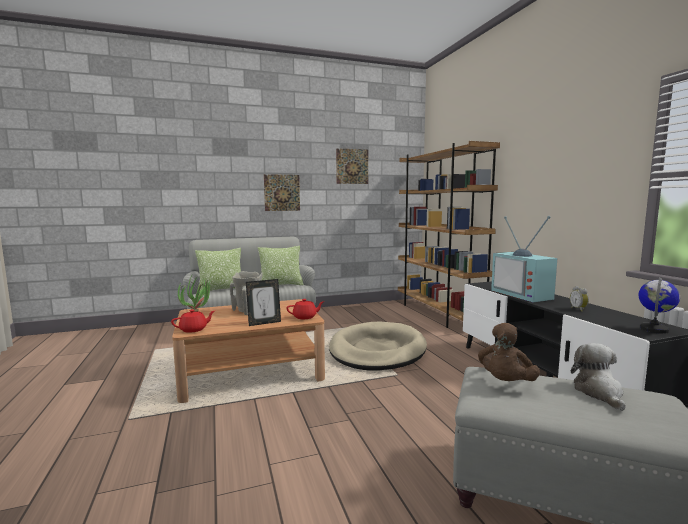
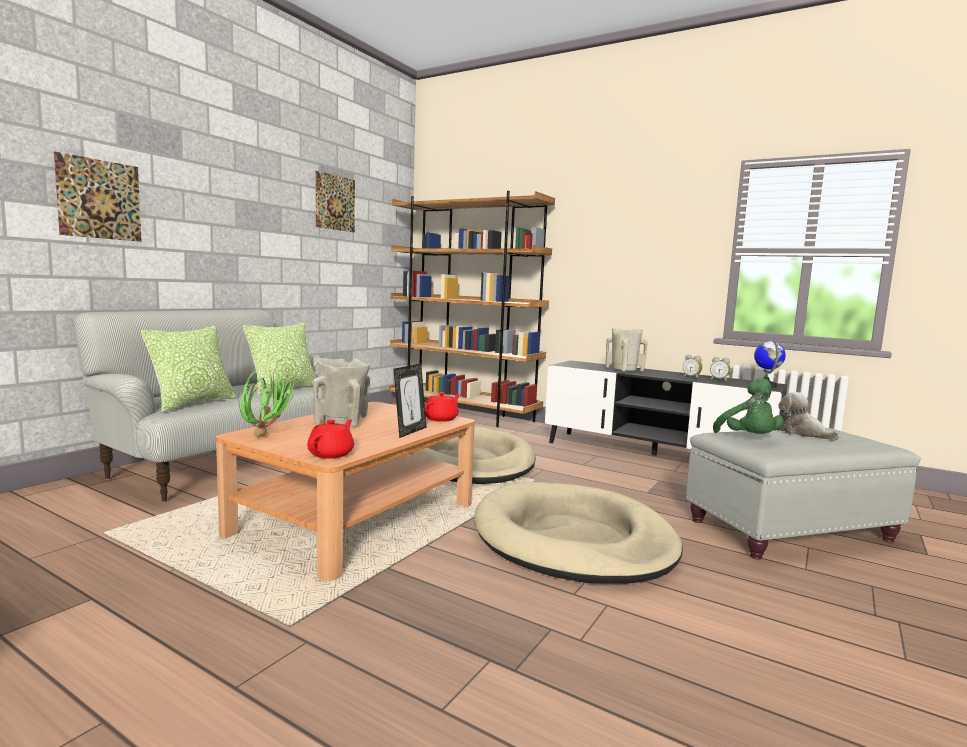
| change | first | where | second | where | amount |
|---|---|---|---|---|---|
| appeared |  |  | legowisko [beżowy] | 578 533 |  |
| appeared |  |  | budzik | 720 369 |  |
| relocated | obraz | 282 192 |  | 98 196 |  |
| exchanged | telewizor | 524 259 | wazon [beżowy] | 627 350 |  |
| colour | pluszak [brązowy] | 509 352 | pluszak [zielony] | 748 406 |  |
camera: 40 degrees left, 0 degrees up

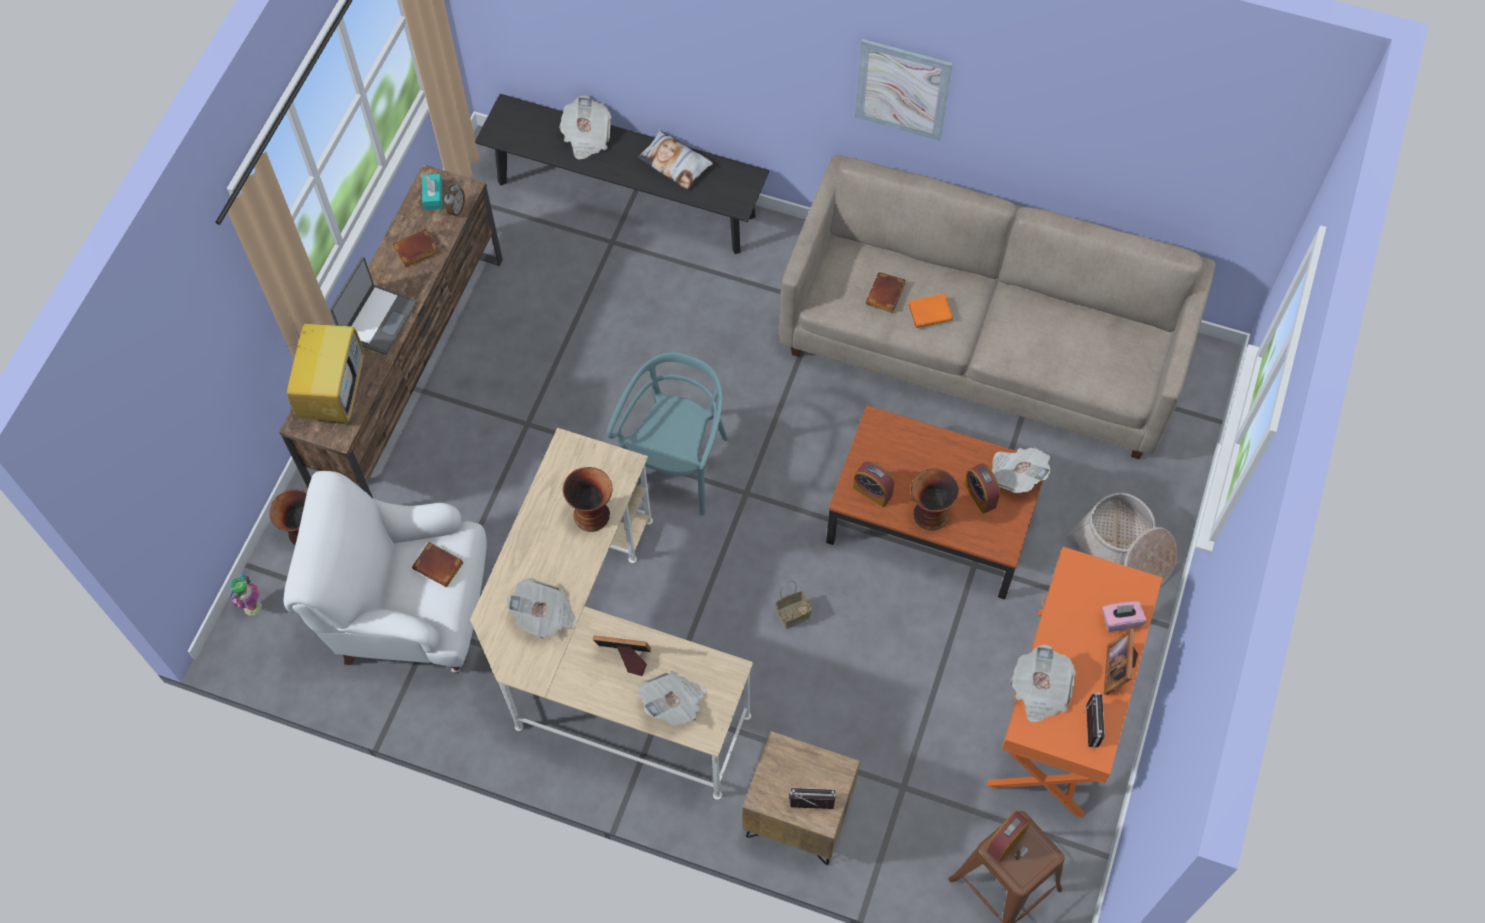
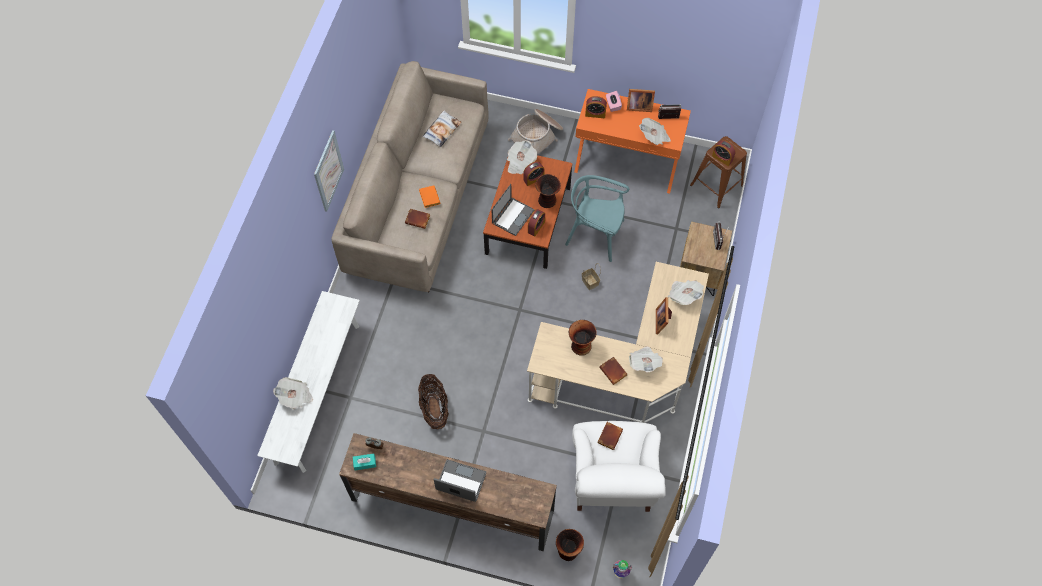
| change | first | where | second | where | amount |
|---|---|---|---|---|---|
| missing | telewizor | 324 366 |  |  |  |
| appeared |  |  | koszyk | 433 401 |  |
| appeared |  |  | laptop | 512 210 |  |
| appeared |  |  | budzik | 596 107 |  |
| relocated | książka [brązowy] | 416 248 |  | 613 370 |  |
| relocated | krzesło [turkusowy] | 667 433 |  | 597 218 |  |
| relocated | poduszka | 675 159 |  | 441 128 |  |
| colour | ławka [czarny] | 622 174 | ławka [biały] | 308 382 |  |
camera: 95 degrees left, 0 degrees up

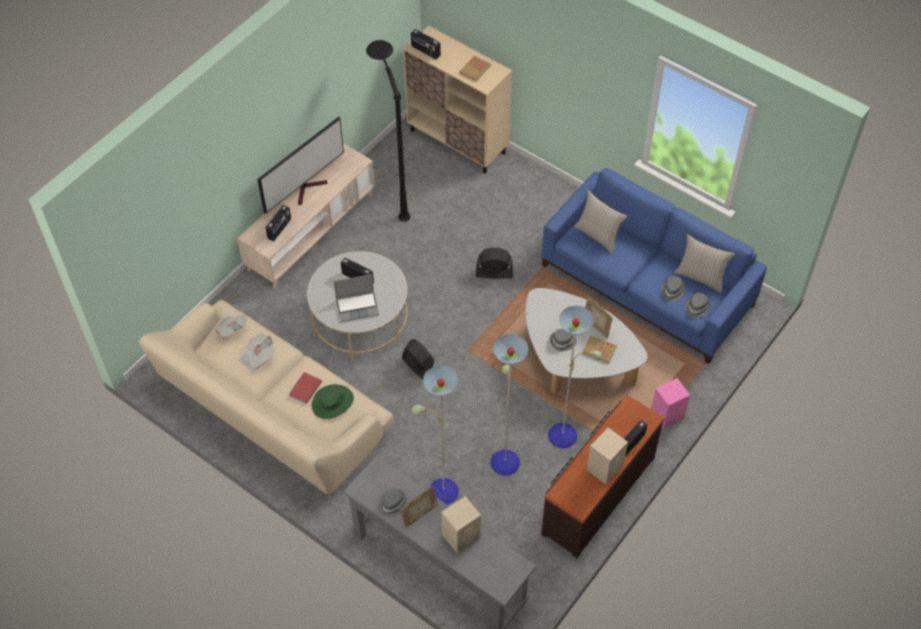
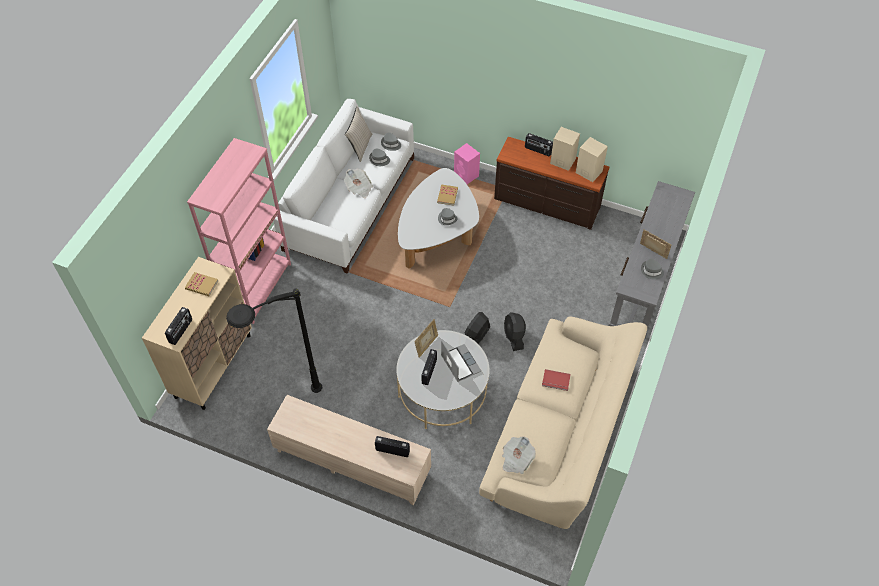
| change | first | where | second | where | amount |
|---|---|---|---|---|---|
| missing | telewizor | 300 164 |  |  |  |
| missing | kapelusz [zielony] | 333 401 |  |  |  |
| missing | lampa stojąca | 507 405 |  |  |  |
| missing | poduszka [beżowy] | 600 222 |  |  |  |
| appeared |  |  | regał [różowy] | 239 231 |  |
| relocated | gazeta | 256 352 |  | 358 183 |  |
| relocated | głośnik [beżowy] | 461 525 |  | 592 159 |  |
| relocated | wentylator [czarny] | 494 263 |  | 515 331 |  |
| relocated | ramka na zdjęcie | 599 317 |  | 426 338 |  |
| colour | kanapa [niebieski] | 654 266 | kanapa [biały] | 343 186 |  |
camera: 105 degrees left, 0 degrees up

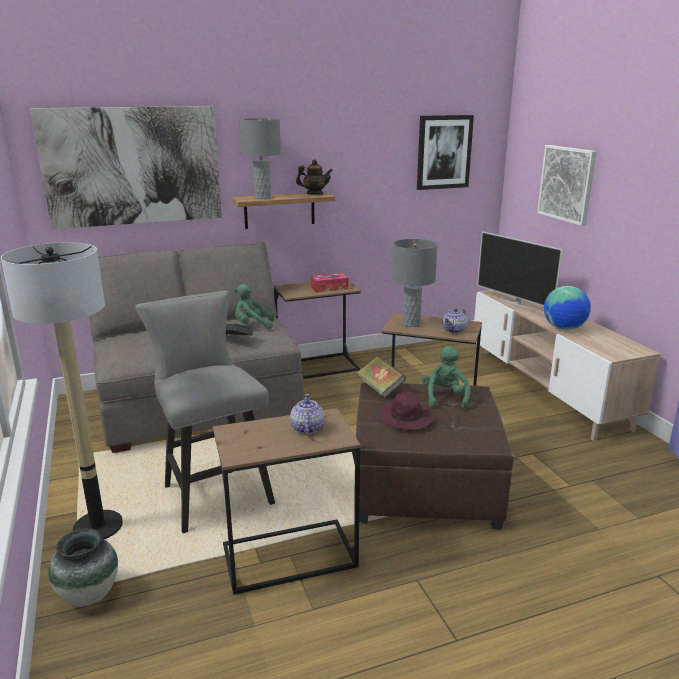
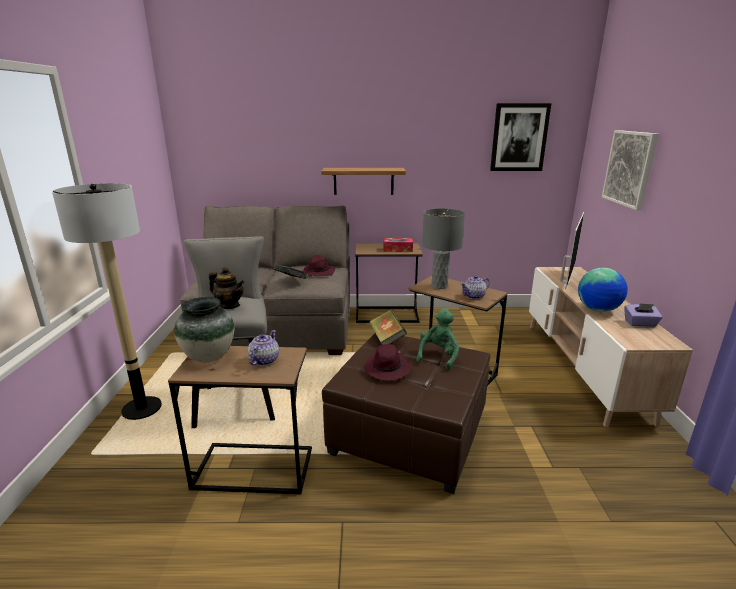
| change | first | where | second | where | amount |
|---|---|---|---|---|---|
| missing | obraz | 126 167 |  |  |  |
| missing | lampa stołowa [szary] | 260 158 |  |  |  |
| appeared |  |  | pudełko chusteczek [fioletowy] | 643 315 |  |
| relocated | wazon | 83 567 |  | 204 329 |  |
| relocated | imbryk | 314 177 |  | 226 288 |  |
| exchanged | pluszak [zielony] | 254 306 | kapelusz [fioletowy] | 318 265 |  |
| spun | telewizor | 520 270 |  | 572 250 | 135 degrees counterclockwise |
camera: 20 degrees right, 0 degrees up

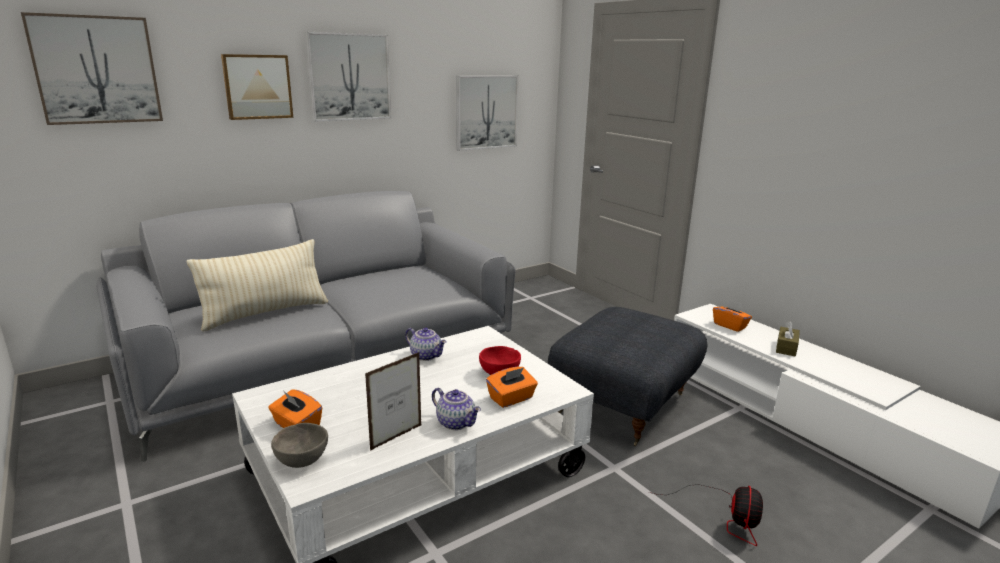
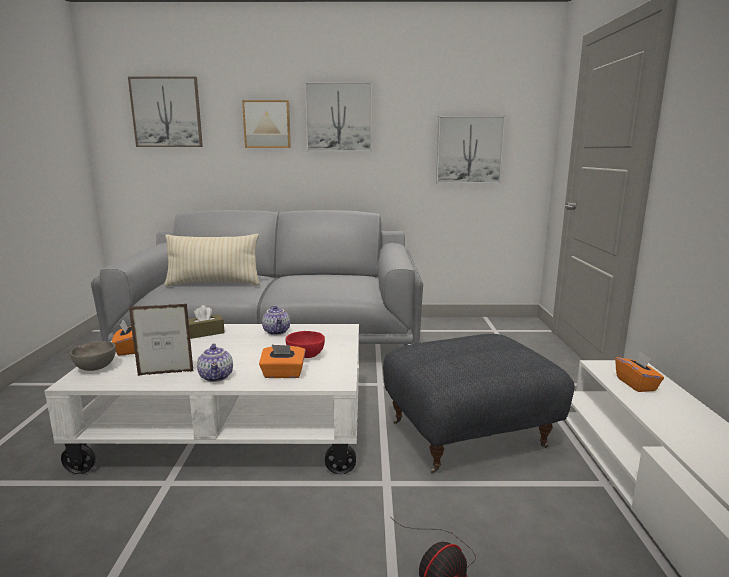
| change | first | where | second | where | amount |
|---|---|---|---|---|---|
| relocated | pudełko chusteczek [brązowy] | 788 338 |  | 206 322 |  |
camera: 35 degrees right, 5 degrees down

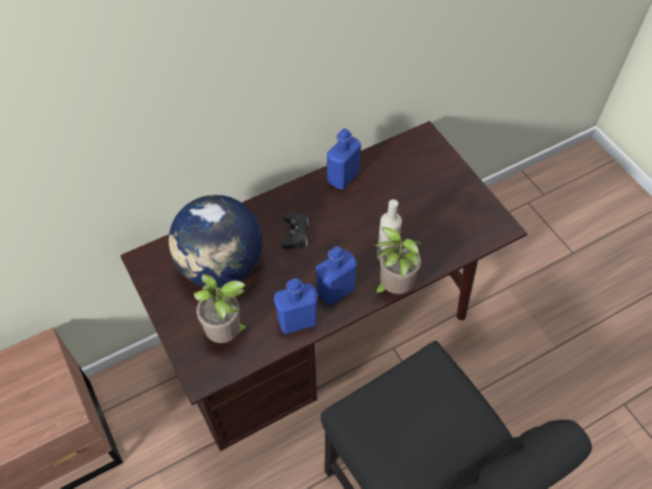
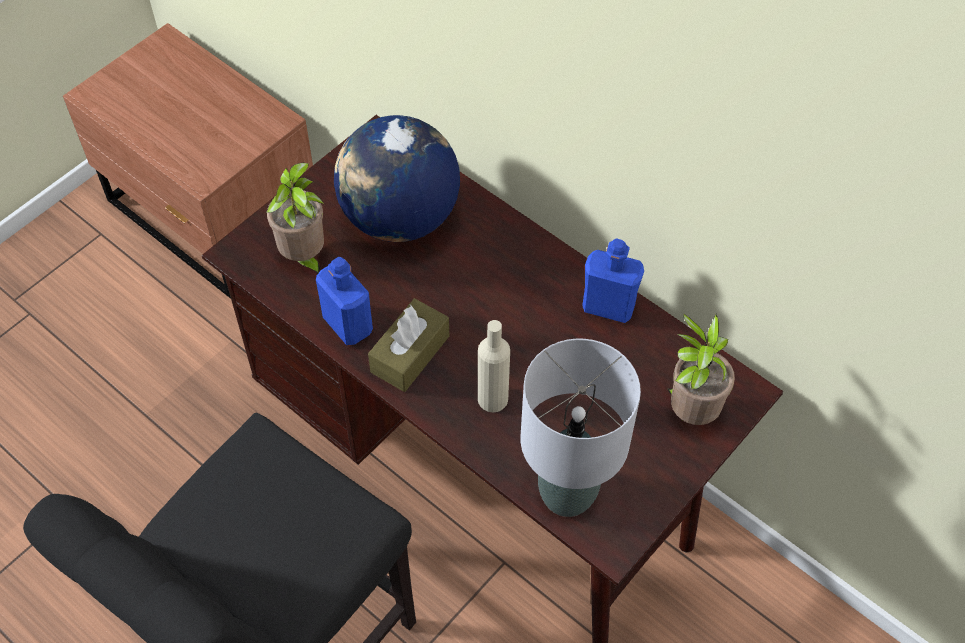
| change | first | where | second | where | amount |
|---|---|---|---|---|---|
| missing | pad do gier [czarny] | 295 230 |  |  |  |
| appeared |  |  | lampa stołowa [szary] | 581 428 |  |
| relocated | roślina doniczkowa | 398 260 |  | 701 369 |  |
| exchanged | butelka [niebieski] | 336 275 | pudełko chusteczek [brązowy] | 408 345 |  |
camera: 70 degrees right, 0 degrees up

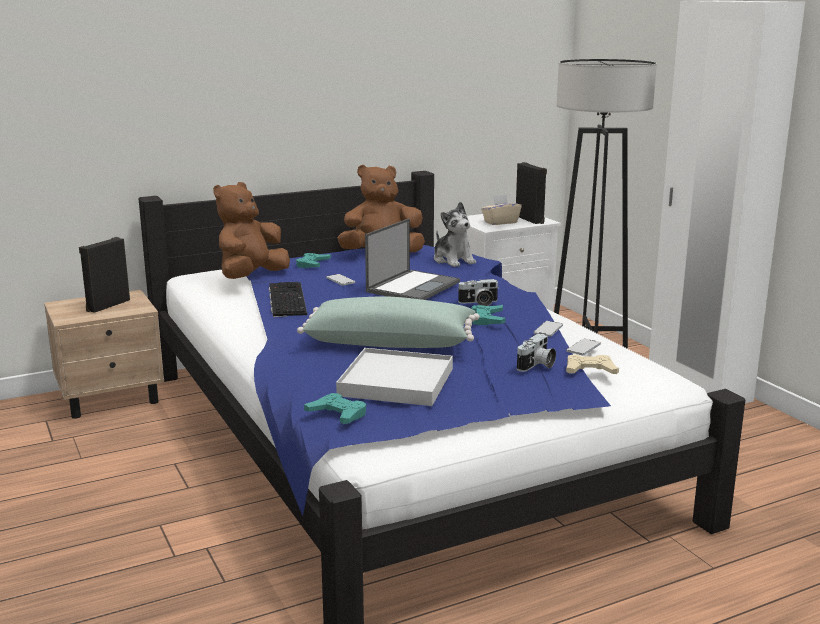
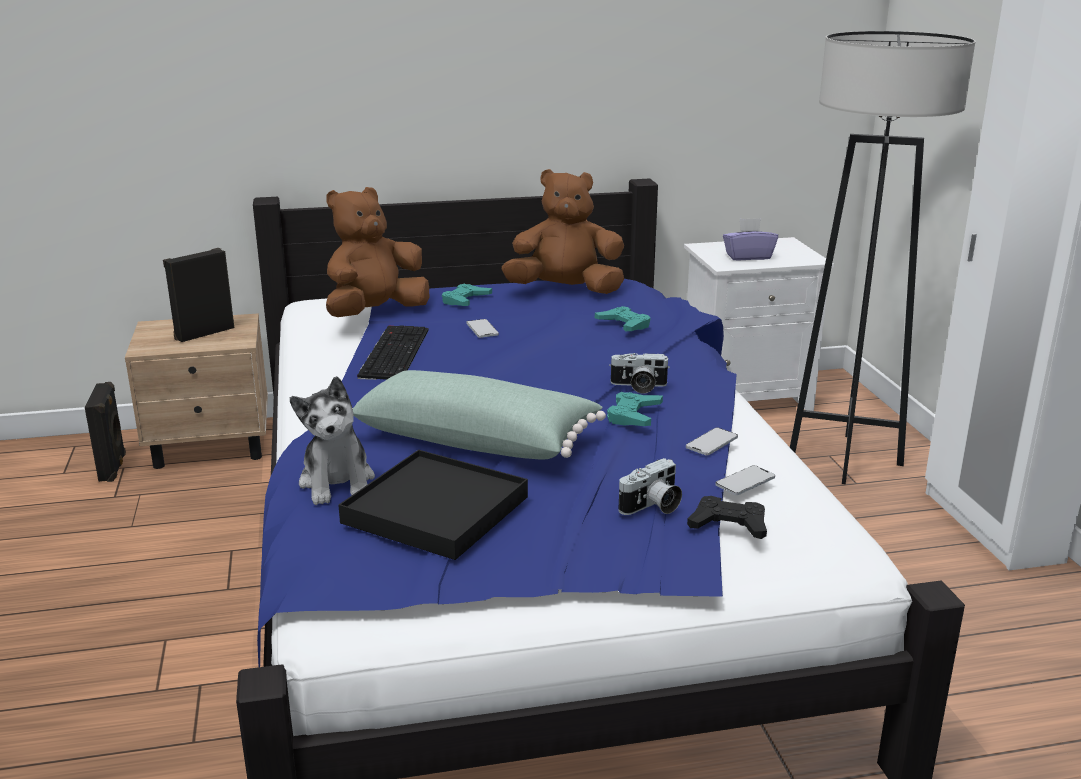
| change | first | where | second | where | amount |
|---|---|---|---|---|---|
| missing | laptop | 412 259 |  |  |  |
| relocated | pad do gier [turkusowy] | 335 408 |  | 622 318 |  |
| relocated | pluszak | 455 234 |  | 332 440 |  |
| relocated | głośnik [czarny] | 531 193 |  | 105 432 |  |
| colour | taca [biały] | 394 377 | taca [czarny] | 433 505 |  |
| colour | pudełko chusteczek [beżowy] | 501 209 | pudełko chusteczek [fioletowy] | 750 239 |  |
| colour | pad do gier [beżowy] | 592 364 | pad do gier [czarny] | 727 517 |  |
camera: 15 degrees right, 5 degrees up

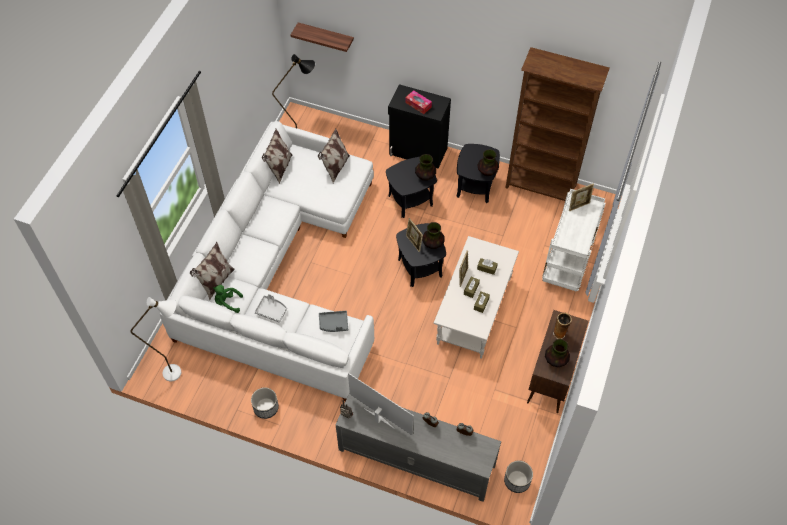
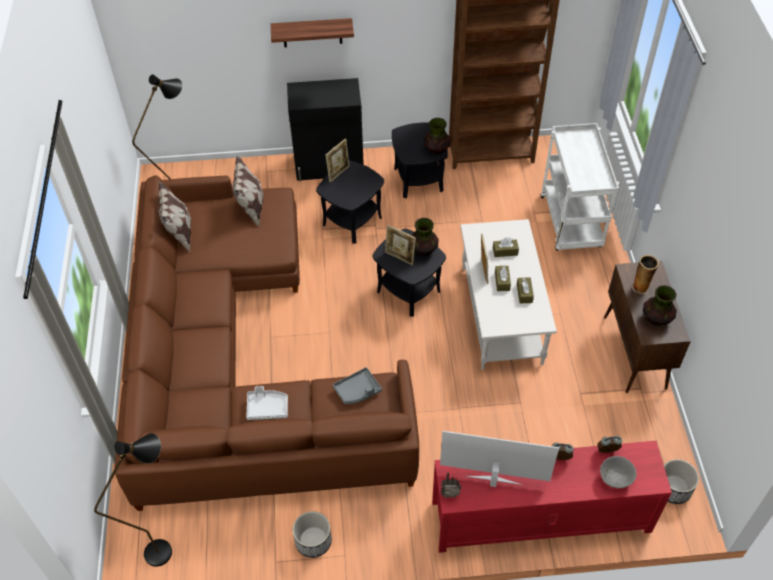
| change | first | where | second | where | amount |
|---|---|---|---|---|---|
| missing | poduszka | 212 271 |  |  |  |
| missing | pluszak [zielony] | 228 299 |  |  |  |
| missing | pudełko chusteczek | 418 102 |  |  |  |
| missing | wazon | 425 167 |  |  |  |
| appeared |  |  | miska [szary] | 618 472 |  |
| relocated | półka | 322 37 |  | 312 32 |  |
| relocated | ramka na zdjęcie | 581 197 |  | 338 160 |  |
| colour | lampa stojąca [biały] | 156 339 | lampa stojąca [czarny] | 133 500 |  |
| colour | kanapa [biały] | 267 261 | kanapa [brązowy] | 267 343 |  |
| colour | szafka pod telewizor [szary] | 418 447 | szafka pod telewizor [czerwony] | 552 497 |  |
camera: 25 degrees left, 5 degrees down

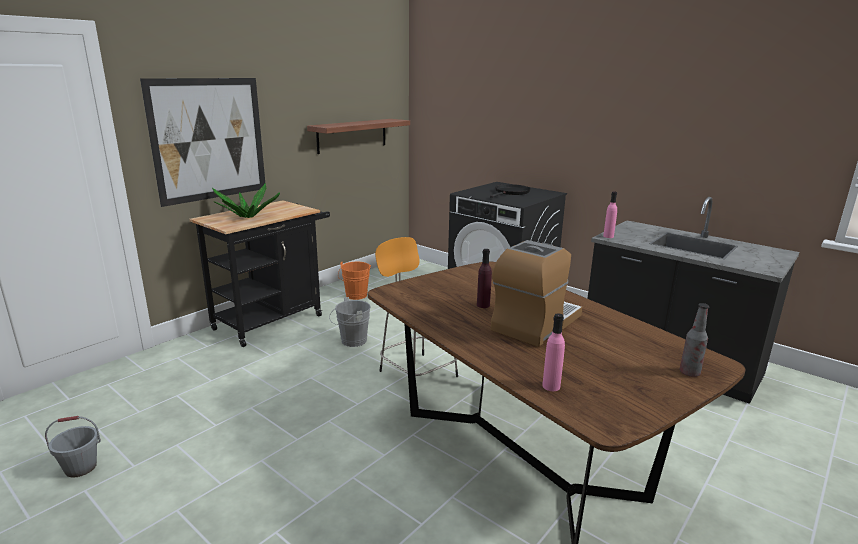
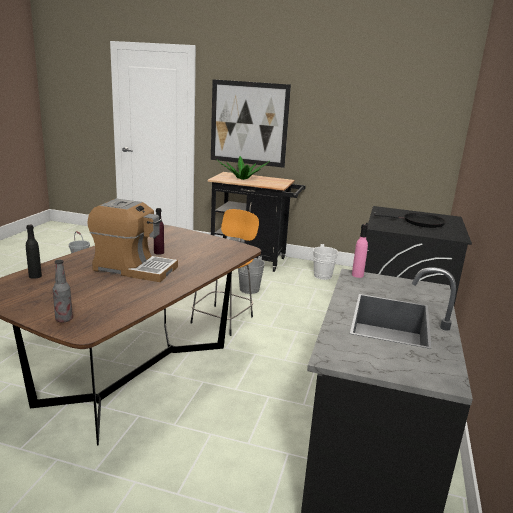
| change | first | where | second | where | amount |
|---|---|---|---|---|---|
| missing | półka | 358 136 |  |  |  |
| colour | wiadro [pomarańczowy] | 354 281 | wiadro [biały] | 323 262 |  |
| colour | butelka [różowy] | 553 352 | butelka [czarny] | 34 252 |  |
camera: 65 degrees right, 0 degrees up

